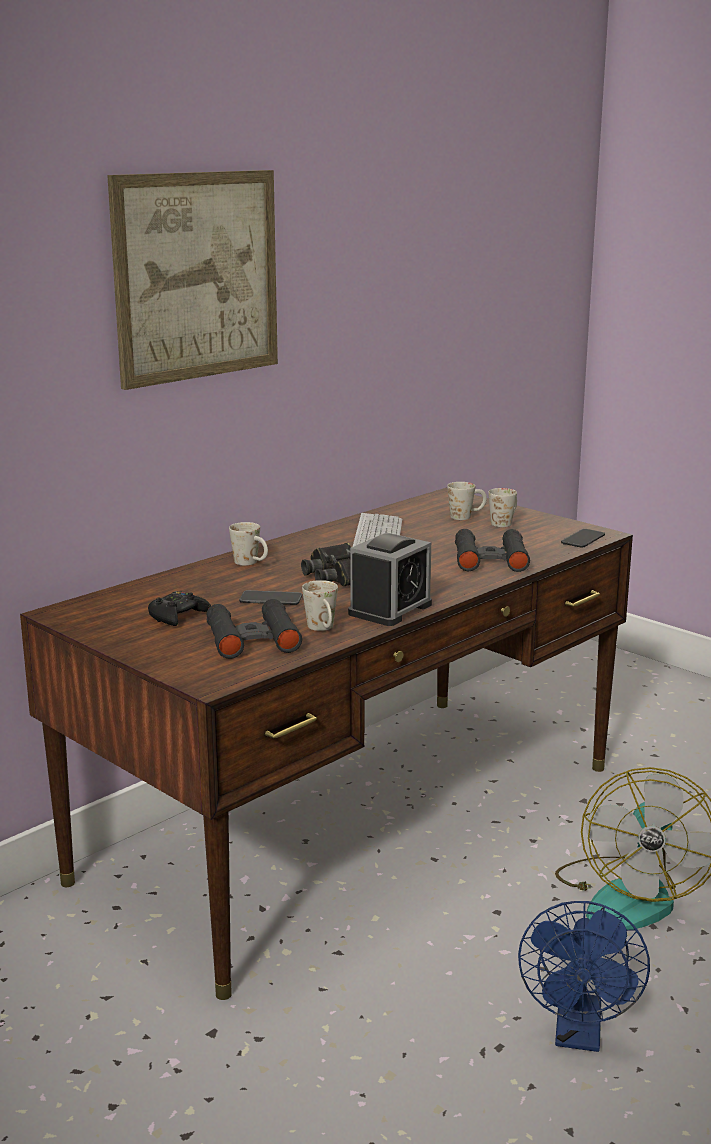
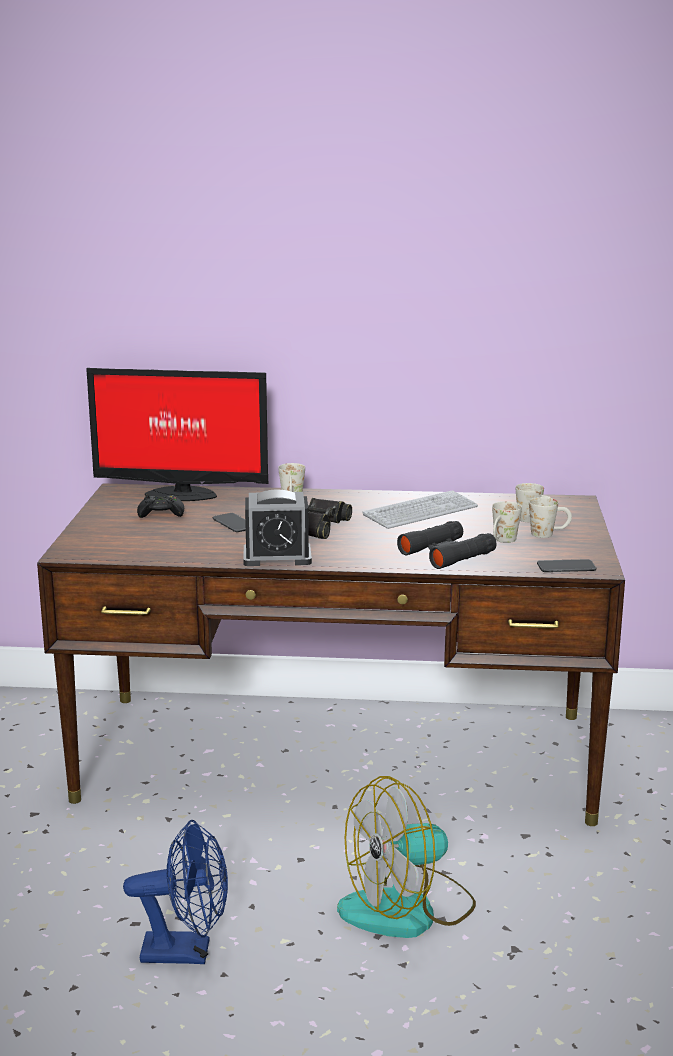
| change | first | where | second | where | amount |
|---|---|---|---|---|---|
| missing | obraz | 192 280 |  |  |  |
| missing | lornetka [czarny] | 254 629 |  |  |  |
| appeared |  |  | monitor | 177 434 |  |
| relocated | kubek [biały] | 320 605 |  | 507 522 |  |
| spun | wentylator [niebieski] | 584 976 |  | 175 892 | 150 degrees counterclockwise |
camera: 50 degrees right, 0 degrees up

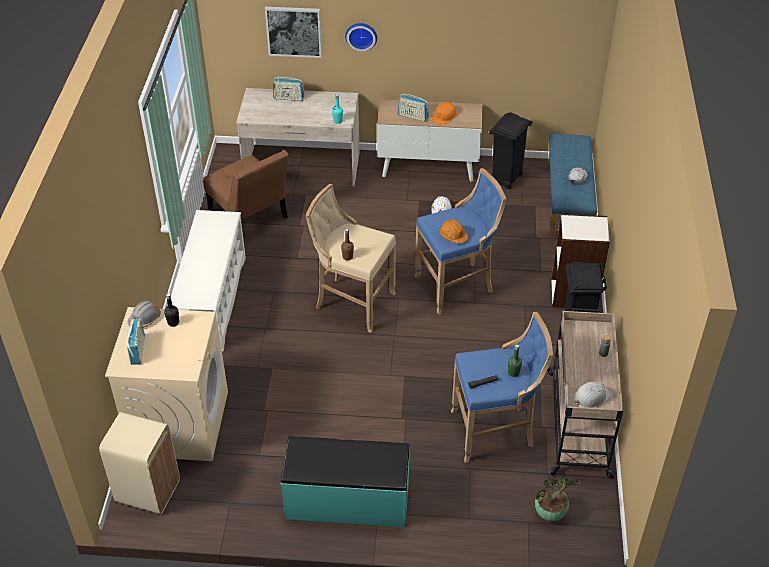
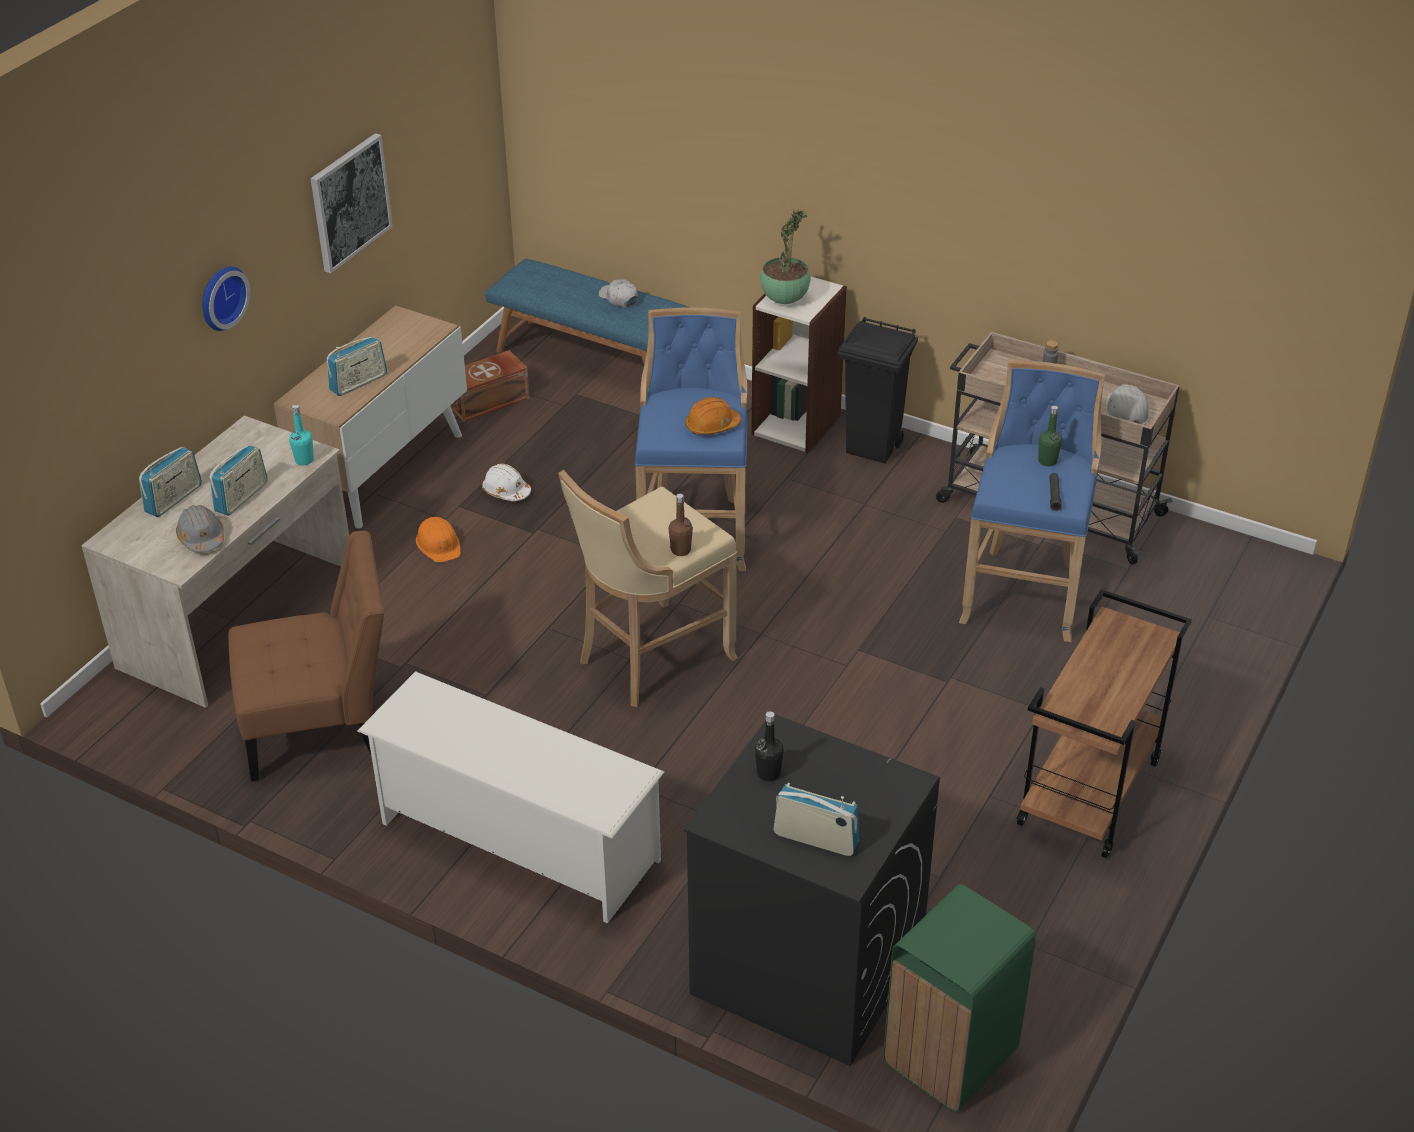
| change | first | where | second | where | amount |
|---|---|---|---|---|---|
| appeared |  |  | radio | 238 480 |  |
| relocated | kask [szary] | 144 314 |  | 200 529 |  |
| relocated | obraz | 293 32 |  | 351 203 |  |
| relocated | kask [pomarańczowy] | 444 113 |  | 438 540 |  |
| relocated | roślina doniczkowa | 558 498 |  | 785 256 |  |
| exchanged | ławka [turkusowy] | 345 481 | wózek [brązowy] | 1104 724 |  |
| exchanged | kosz na śmieci [czarny] | 510 150 | pojemnik do przechowywania [brązowy] | 490 386 |  |
| colour | kosz na śmieci [beżowy] | 139 463 | kosz na śmieci [zielony] | 959 998 |  |
| colour | pralka [beżowy] | 166 384 | pralka [czarny] | 812 890 |  |
camera: 65 degrees left, 5 degrees down

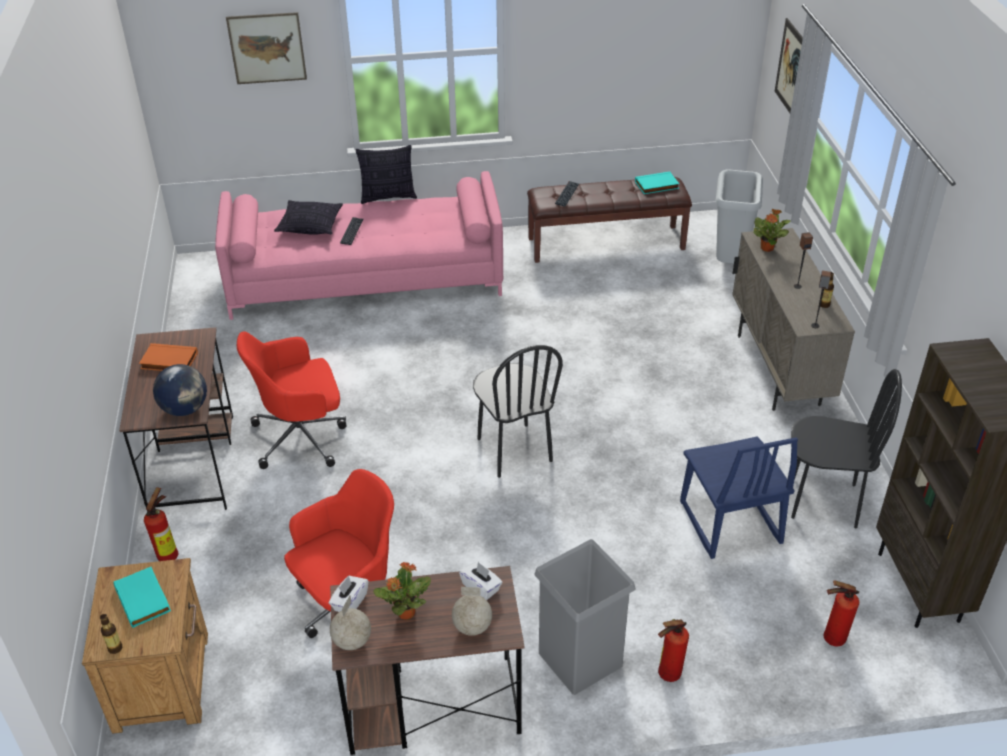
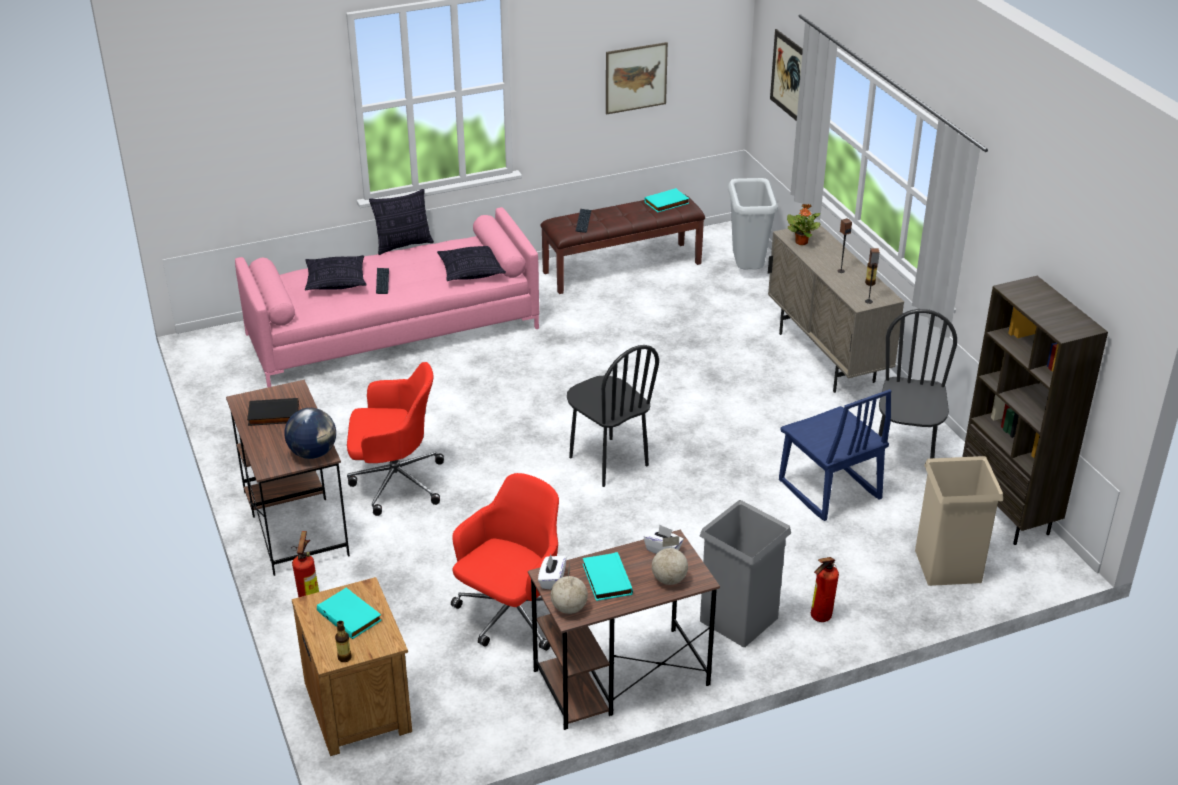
| change | first | where | second | where | amount |
|---|---|---|---|---|---|
| appeared |  |  | poduszka | 471 263 |  |
| relocated | obraz | 266 48 |  | 637 78 |  |
| exchanged | roślina doniczkowa | 402 590 | książka [turkusowy] | 608 576 |  |
| exchanged | gaśnica | 841 613 | kosz na śmieci [beżowy] | 959 521 |  |
| colour | książka [pomarańczowy] | 168 357 | książka [czarny] | 273 412 |  |
| spun | krzesło biurowe [czerwony] | 292 400 |  | 395 439 | 150 degrees counterclockwise |
| spun | krzesło [czarny] | 846 448 |  | 916 392 | 75 degrees counterclockwise |
camera: 15 degrees left, 5 degrees down

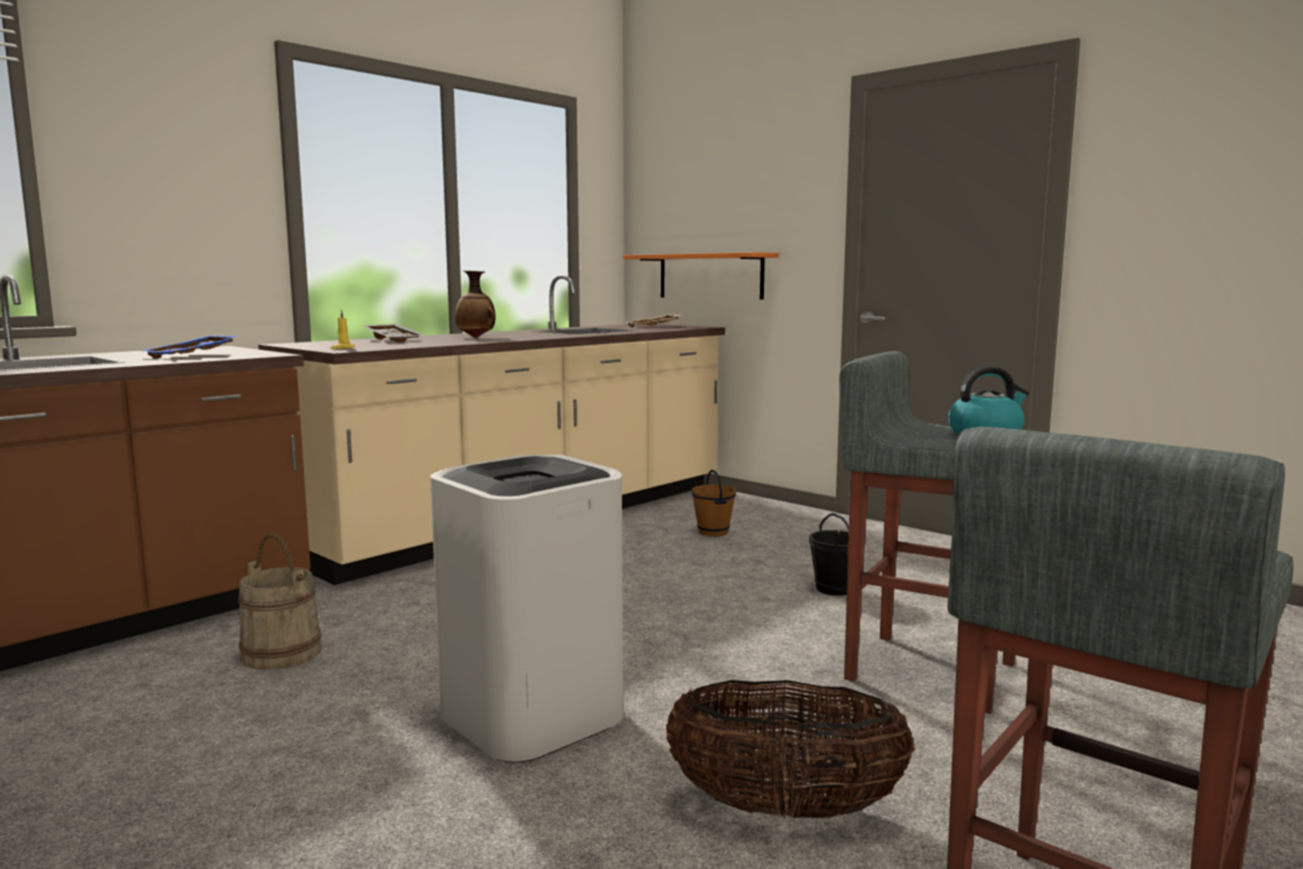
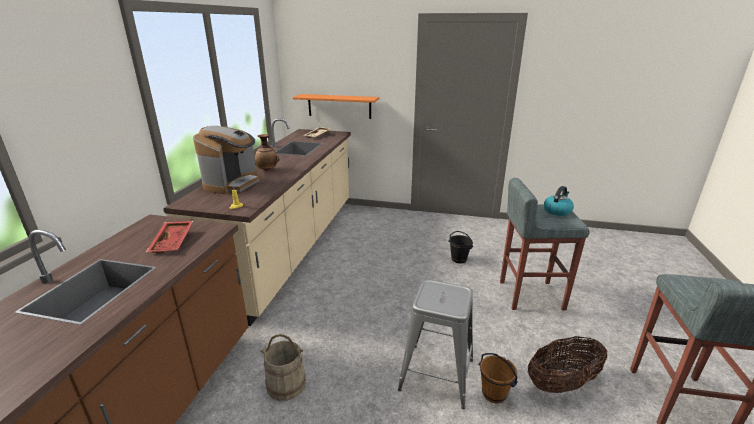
| change | first | where | second | where | amount |
|---|---|---|---|---|---|
| relocated | wiadro [brązowy] | 714 503 |  | 498 378 |  |
| exchanged | taca [szary] | 394 333 | ekspres do kawy | 226 160 |  |
| exchanged | kosz na śmieci [biały] | 526 608 | stołek [szary] | 435 344 |  |
| colour | taca [niebieski] | 190 346 | taca [czerwony] | 169 237 |  |
camera: 30 degrees left, 15 degrees up

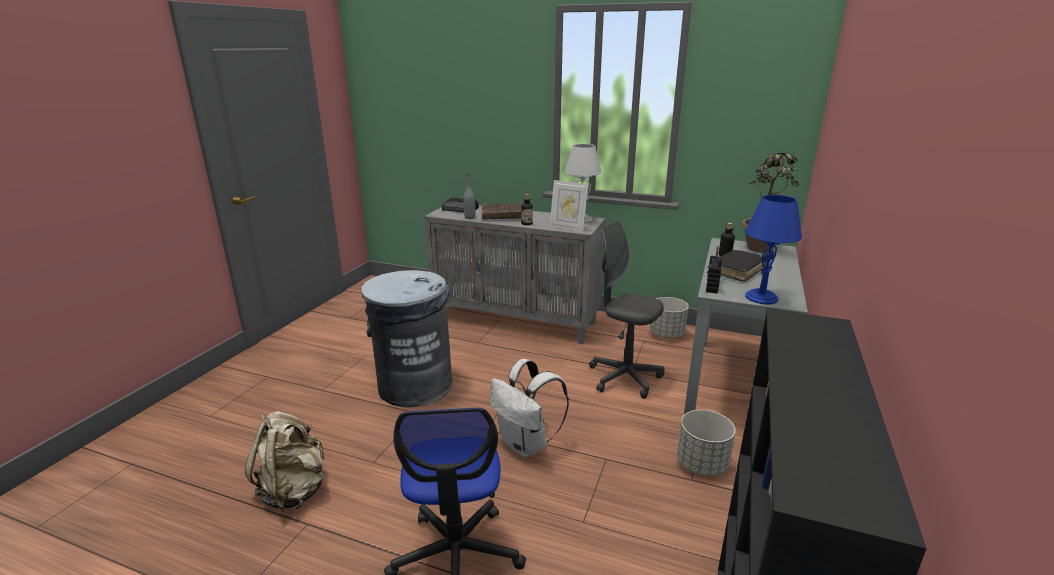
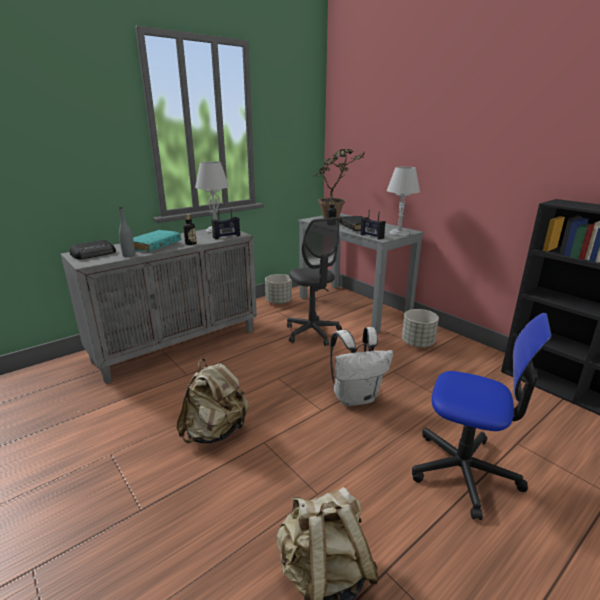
| change | first | where | second | where | amount |
|---|---|---|---|---|---|
| exchanged | kosz na śmieci [szary] | 406 338 | plecak [beżowy] | 212 400 |  |
| exchanged | ramka na zdjęcie | 569 206 | radio | 225 224 |  |
| colour | książka [brązowy] | 502 211 | książka [turkusowy] | 157 241 |  |
| colour | lampa stołowa [niebieski] | 773 249 | lampa stołowa [szary] | 403 201 |  |
| spun | krzesło biurowe [szary] | 627 310 |  | 314 281 | 90 degrees counterclockwise |
camera: 60 degrees left, 0 degrees up

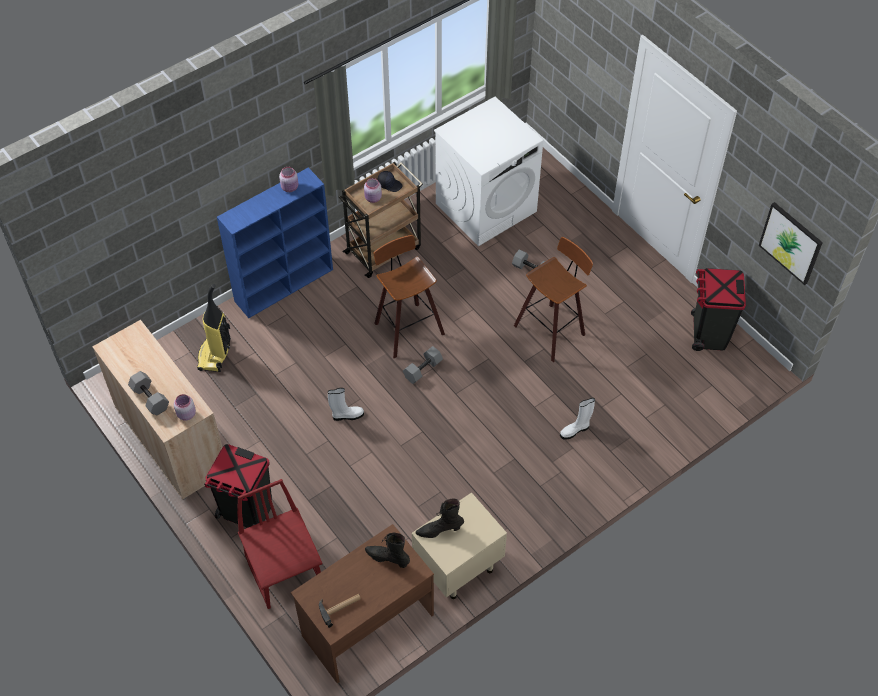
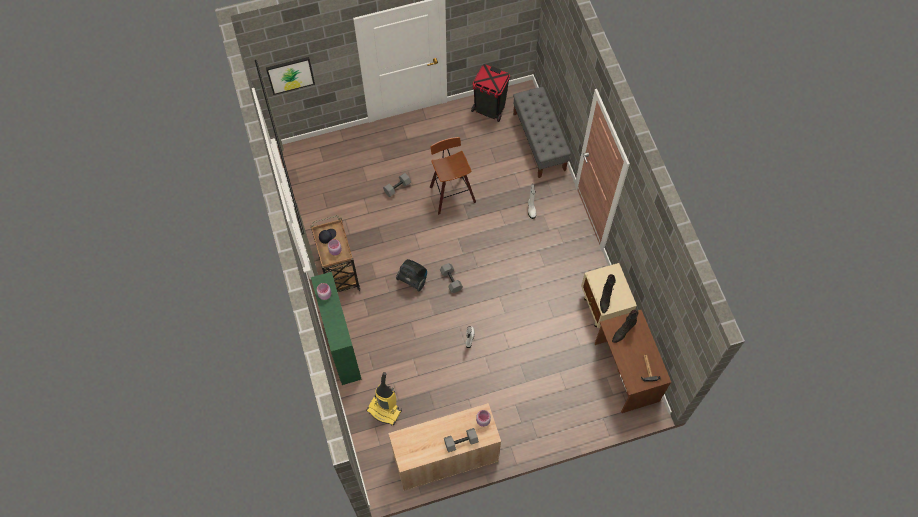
| change | first | where | second | where | amount |
|---|---|---|---|---|---|
| missing | kosz na śmieci [czarny] | 238 486 |  |  |  |
| missing | krzesło [czerwony] | 279 544 |  |  |  |
| missing | pralka [biały] | 488 171 |  |  |  |
| appeared |  |  | ławka [szary] | 542 132 |  |
| relocated | obraz | 791 243 |  | 290 76 |  |
| exchanged | stołek | 409 296 | odkurzacz | 411 275 |  |
| colour | regał [niebieski] | 275 243 | regał [zielony] | 336 328 |  |
camera: 70 degrees left, 10 degrees up

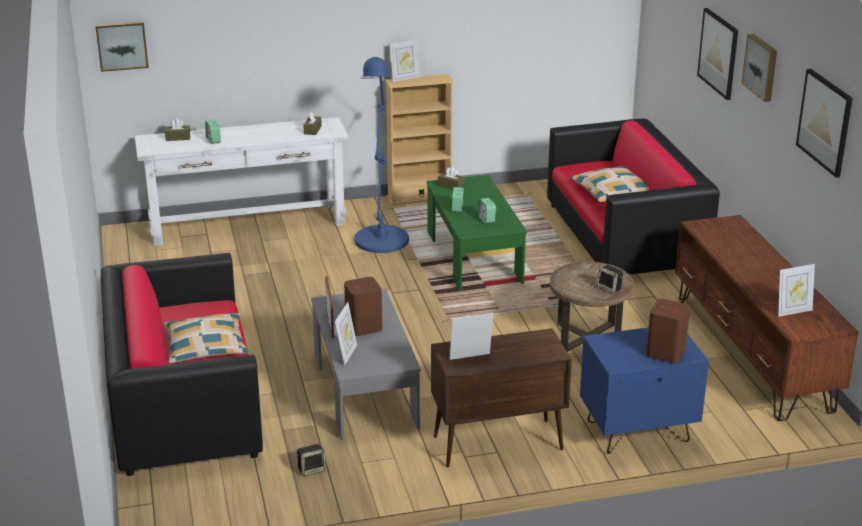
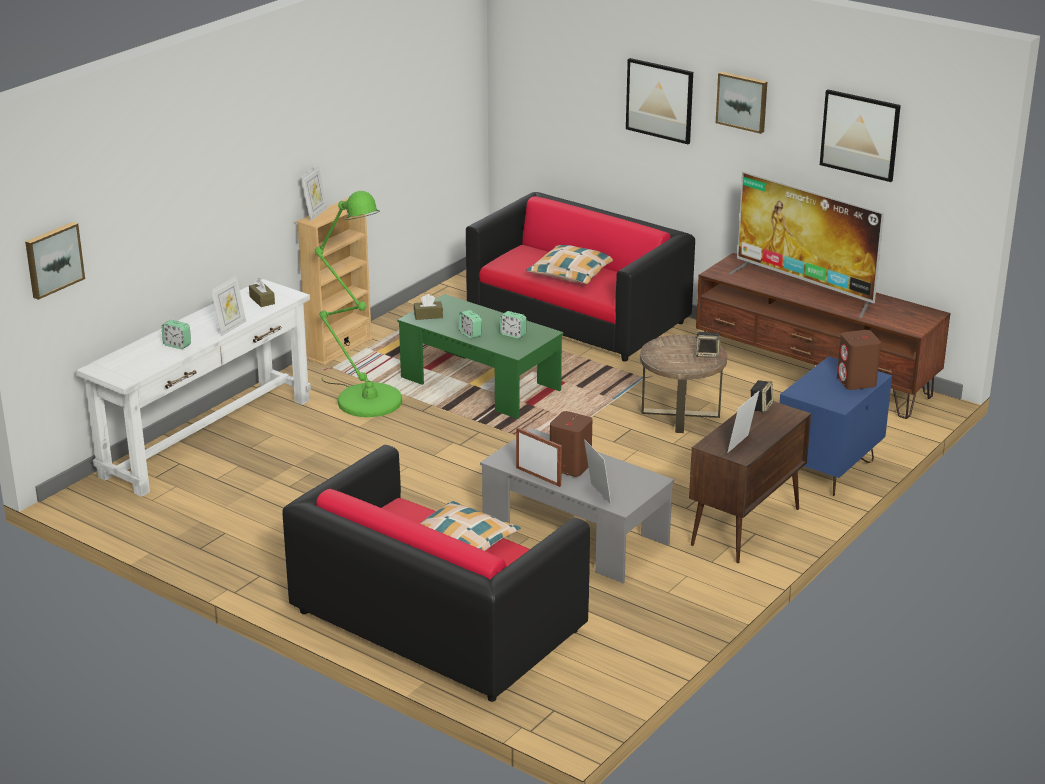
| change | first | where | second | where | amount |
|---|---|---|---|---|---|
| missing | pudełko chusteczek [brązowy] | 177 129 |  |  |  |
| appeared |  |  | telewizor | 806 244 |  |
| relocated | głośnik | 311 460 |  | 761 396 |  |
| relocated | ramka na zdjęcie | 796 290 |  | 228 306 |  |
| colour | lampa stojąca [niebieski] | 381 155 | lampa stojąca [zielony] | 358 304 |  |
camera: 40 degrees left, 0 degrees up

